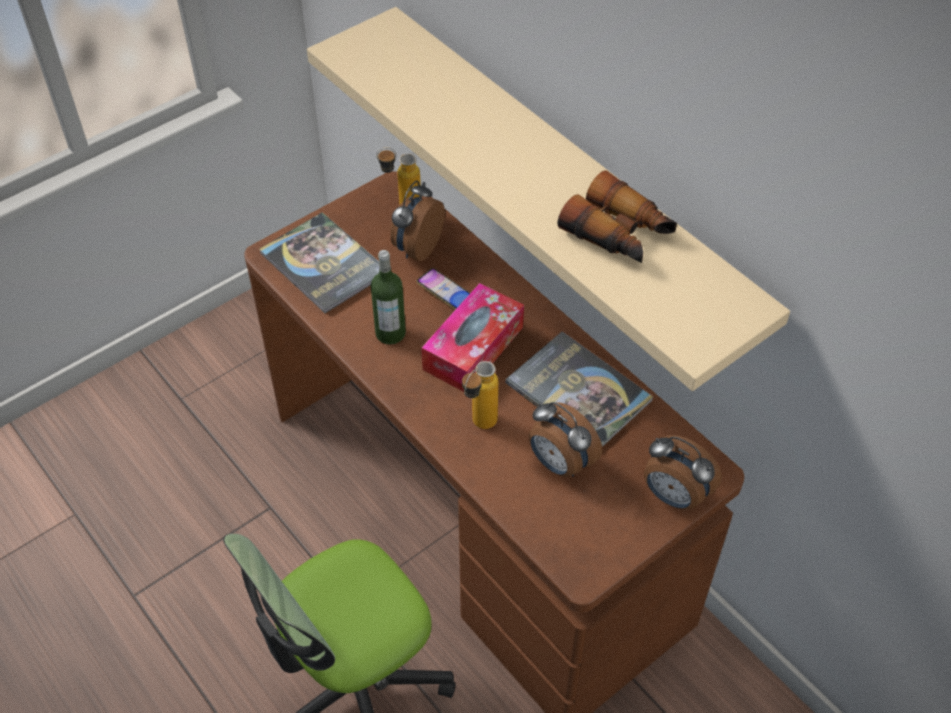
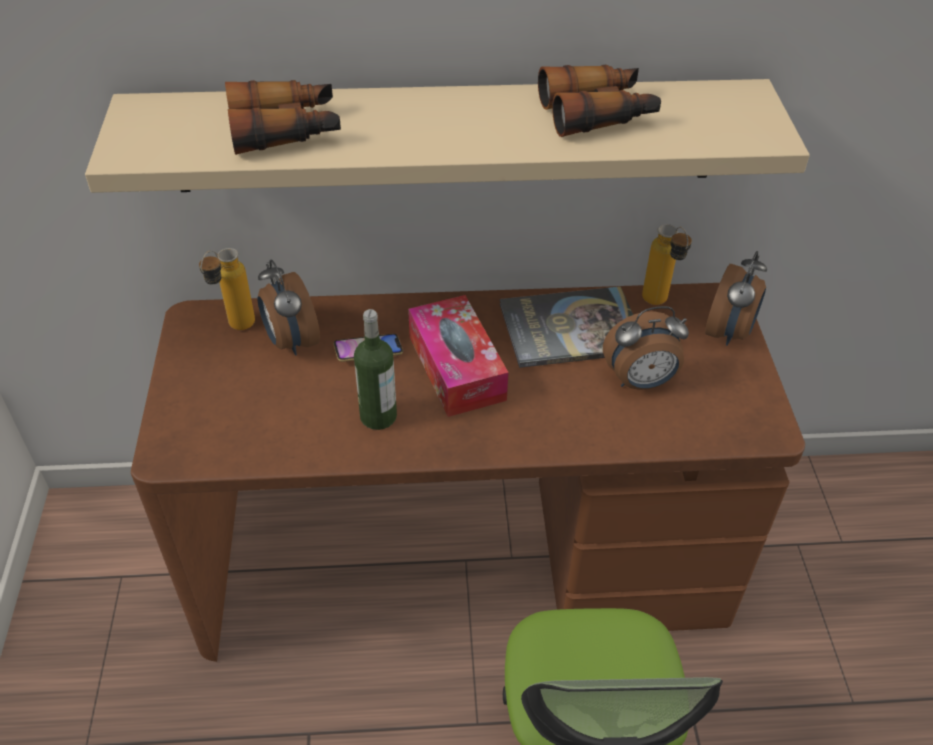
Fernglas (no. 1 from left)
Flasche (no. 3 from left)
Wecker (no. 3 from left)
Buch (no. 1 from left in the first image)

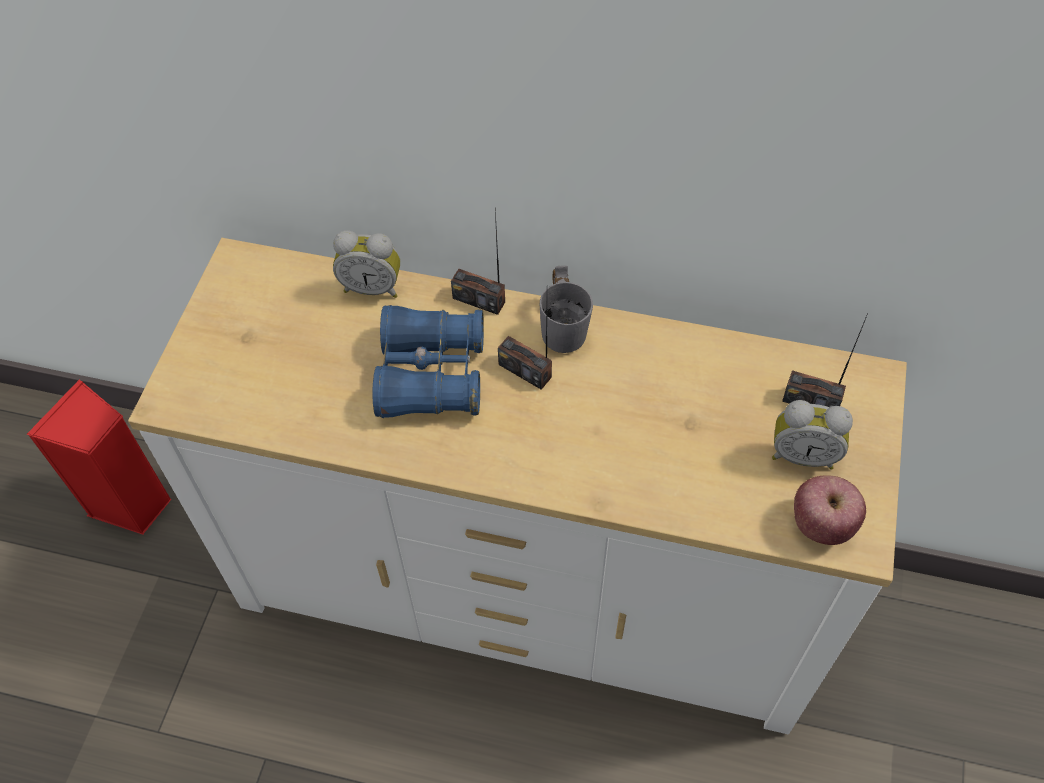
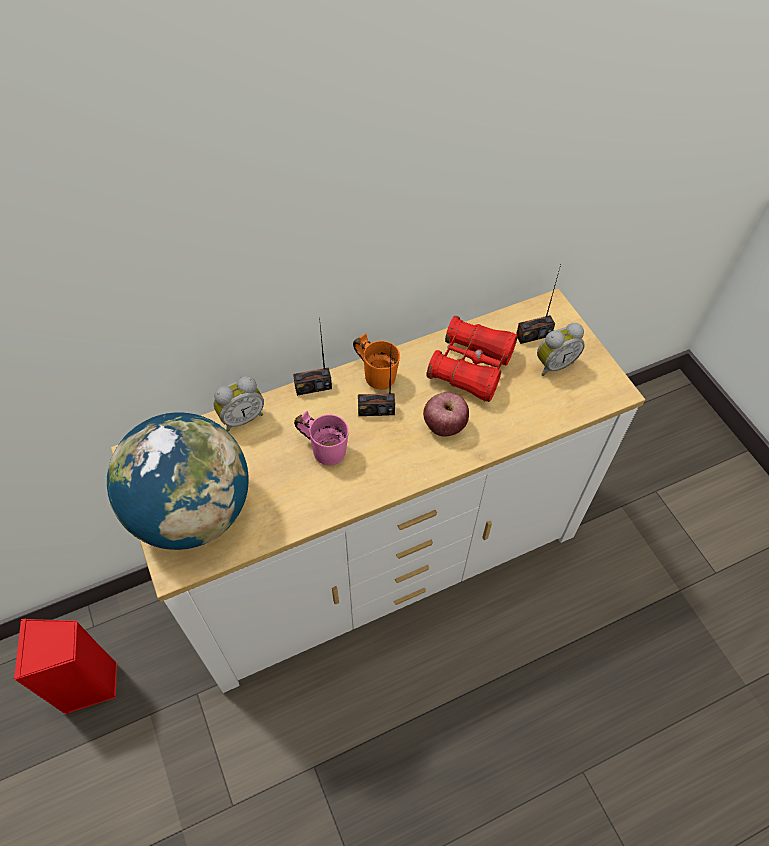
Globus
Henkelbecher [rosa]
Henkelbecher [orange]
Apfel
Fernglas [rot]

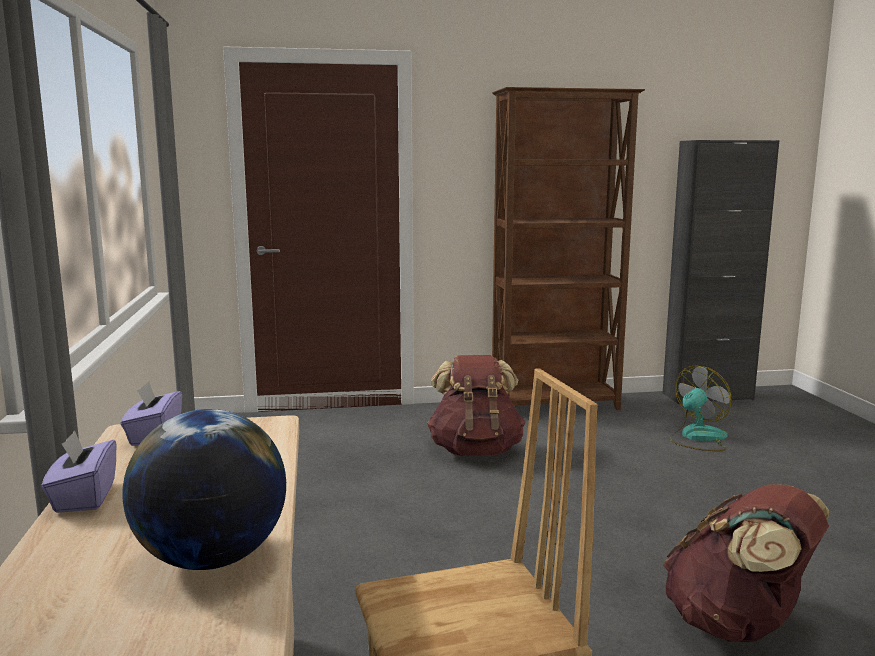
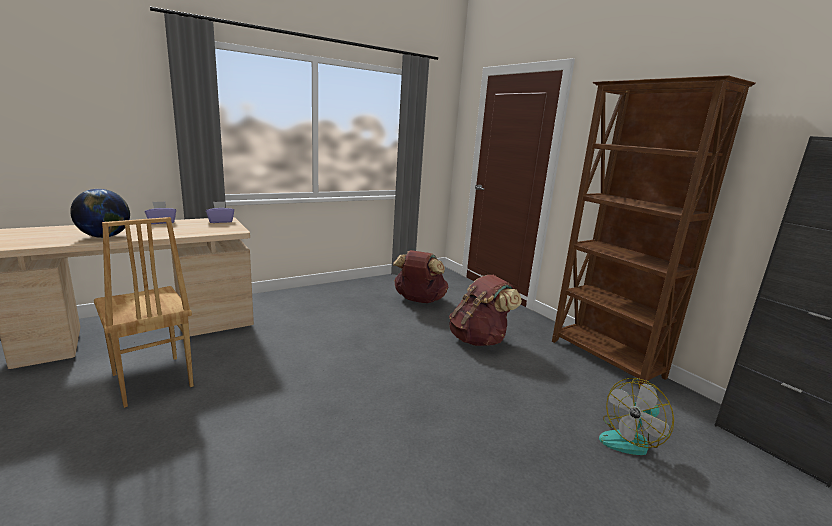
Rucksack [braun] (no. 1 from left)
Ventilator

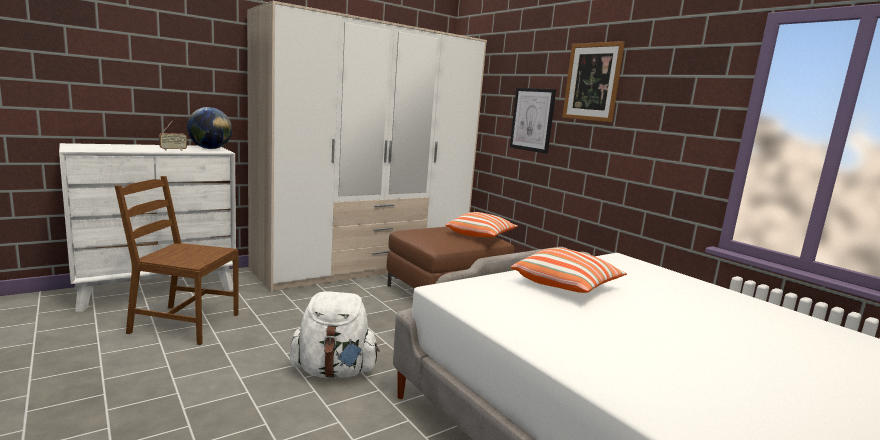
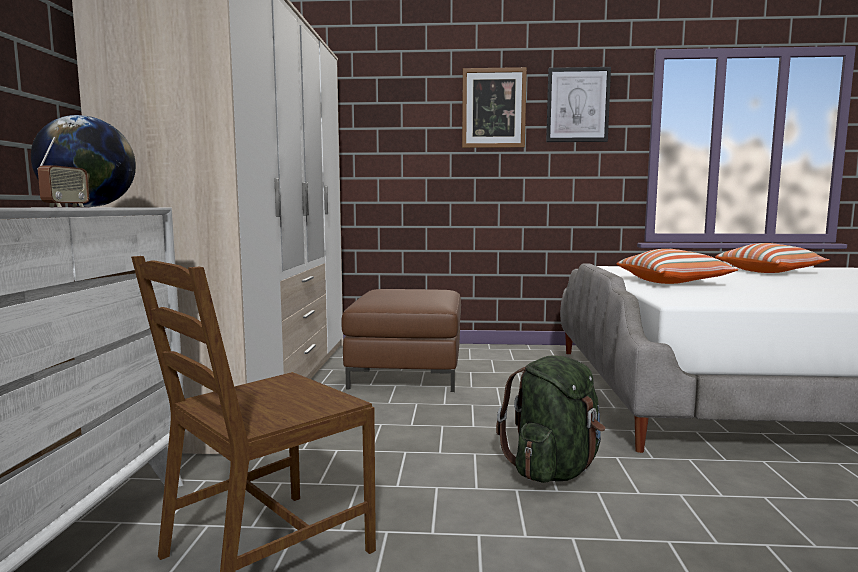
Rucksack [grün]
Bild (no. 2 from left)
Kissen (no. 2 from left)

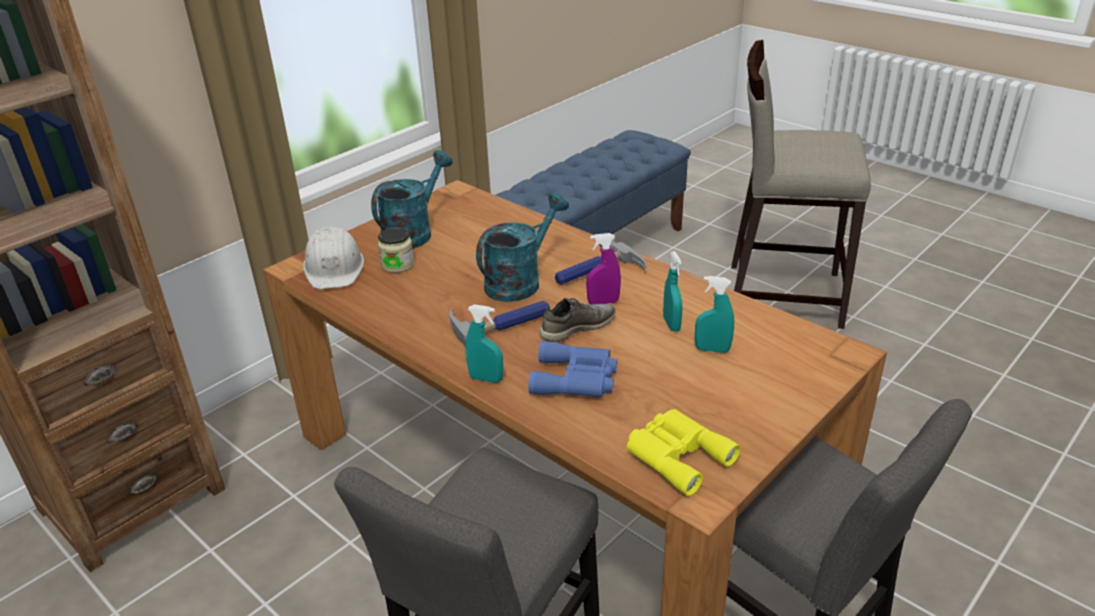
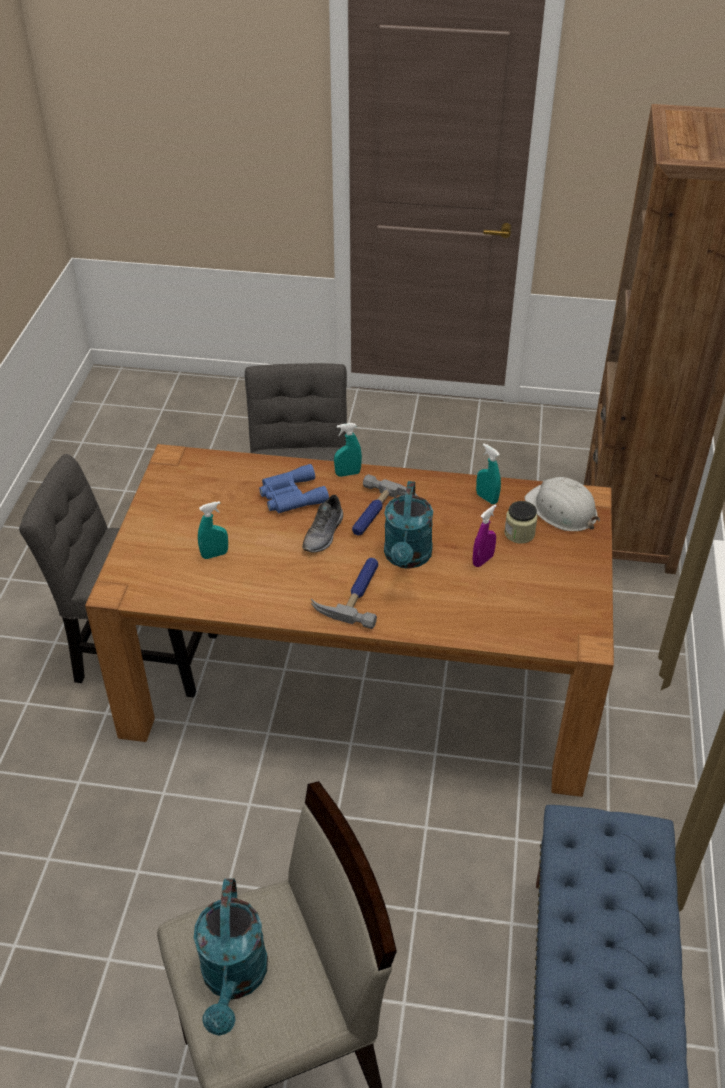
Gießkanne [türkis] (no. 1 from left)
Sprühflasche [lila]
Sprühflasche [türkis] (no. 3 from left)
Fernglas [gelb]

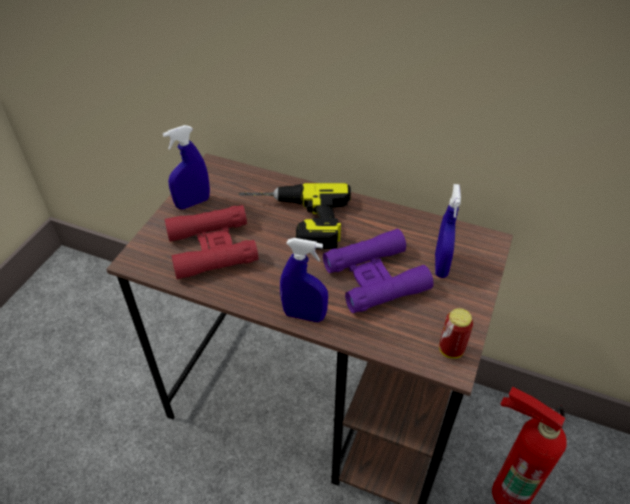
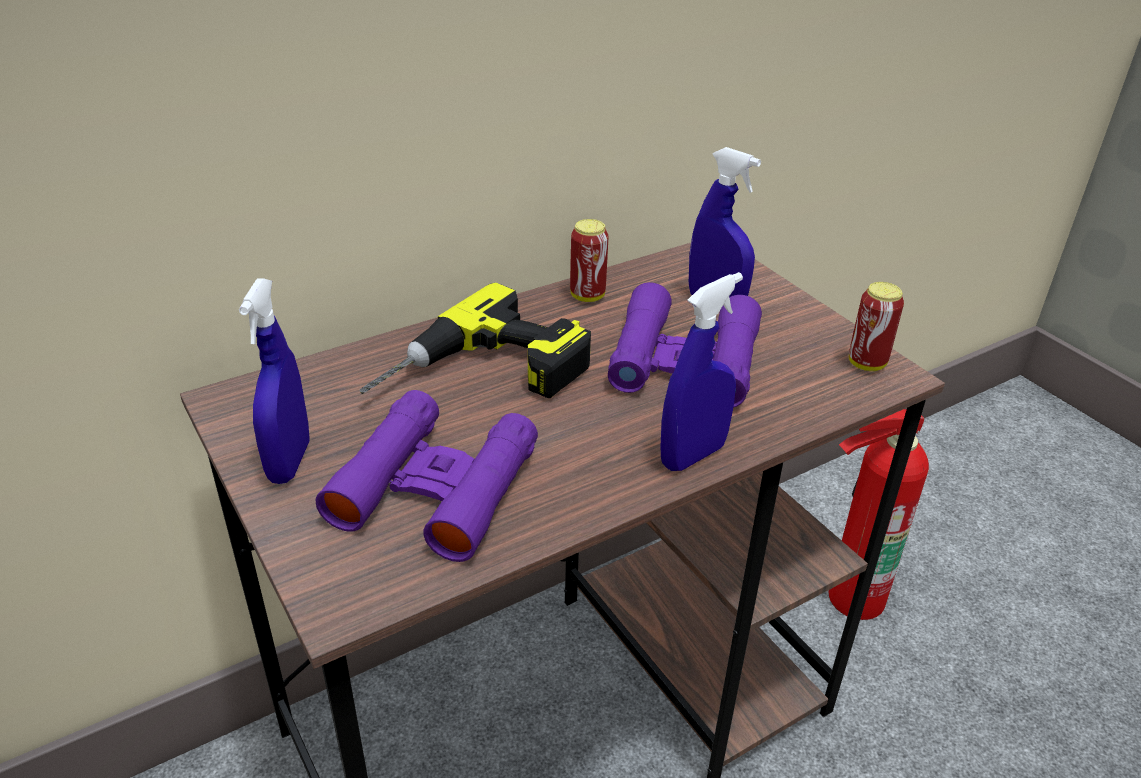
Fernglas [lila] (no. 1 from left)
Dose (no. 1 from left)

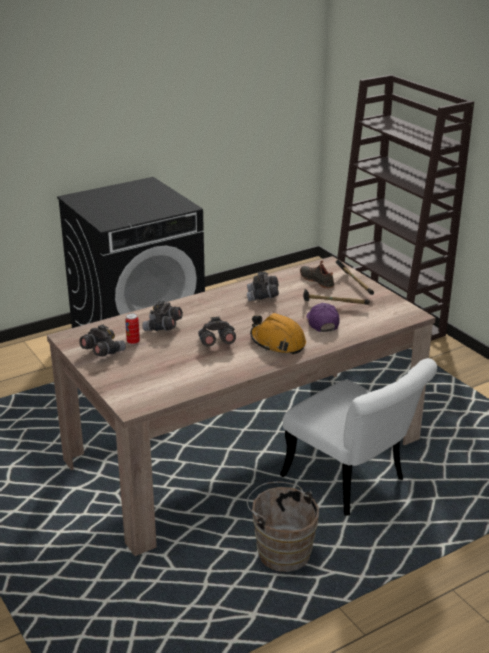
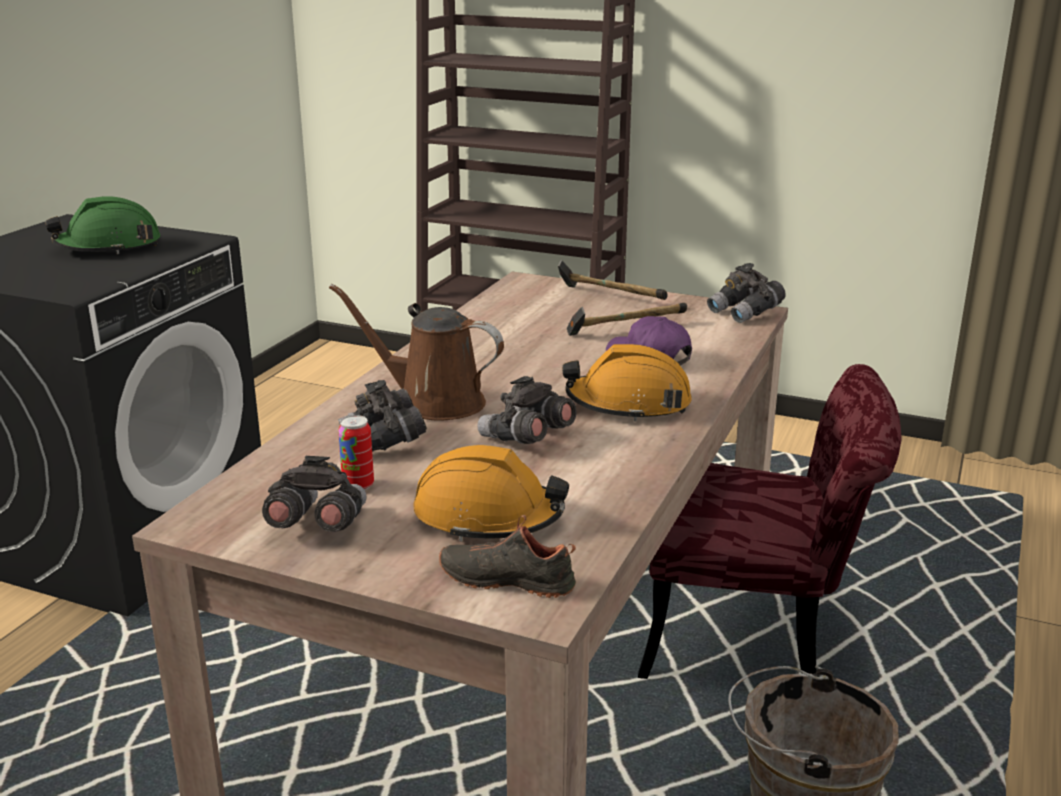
Schutzhelm [grün]
Gießkanne [braun]
Schutzhelm [orange] (no. 1 from left)
Schuh [schwarz]
Stuhl [rot]
Fernglas [grau] (no. 4 from left)

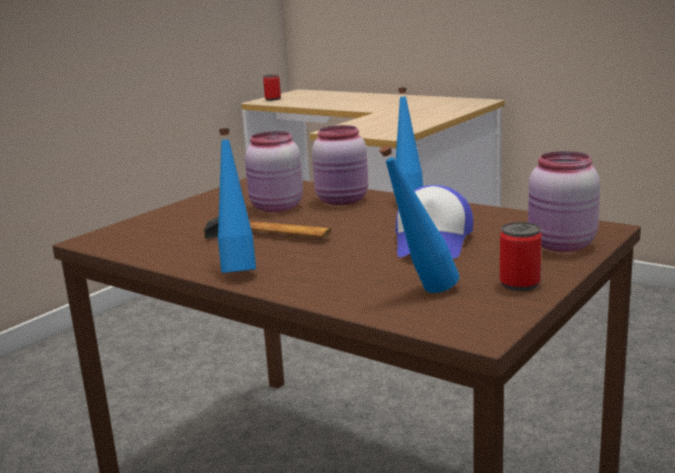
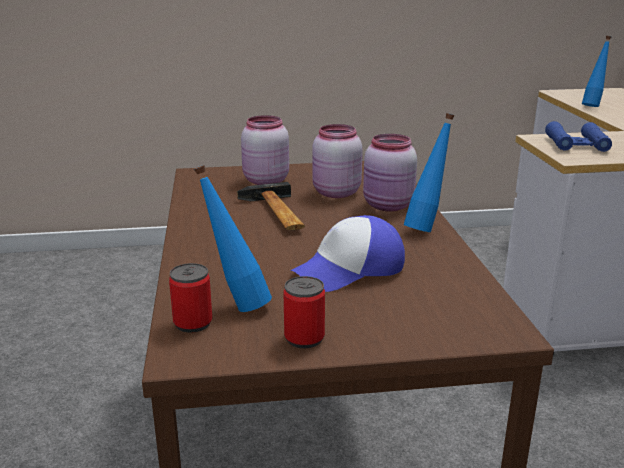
Dose (no. 1 from left)
Vorratsglas [rosa] (no. 1 from left)
Fernglas [blau]
Flasche [blau] (no. 3 from left)

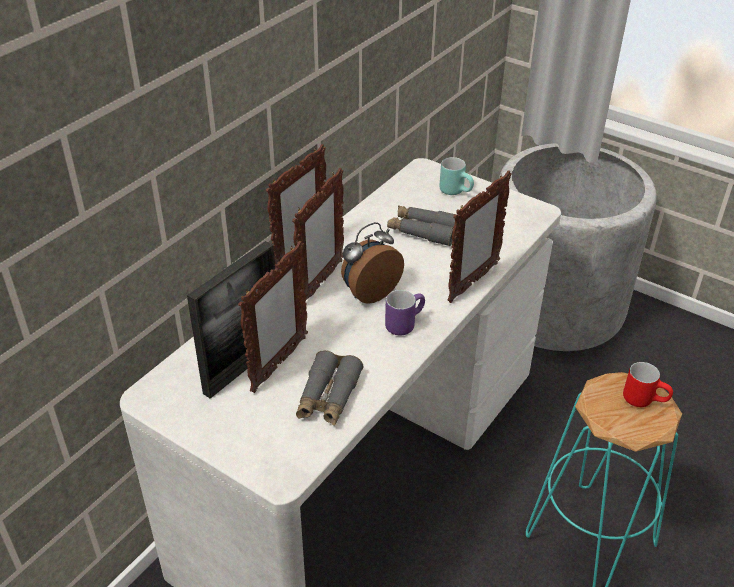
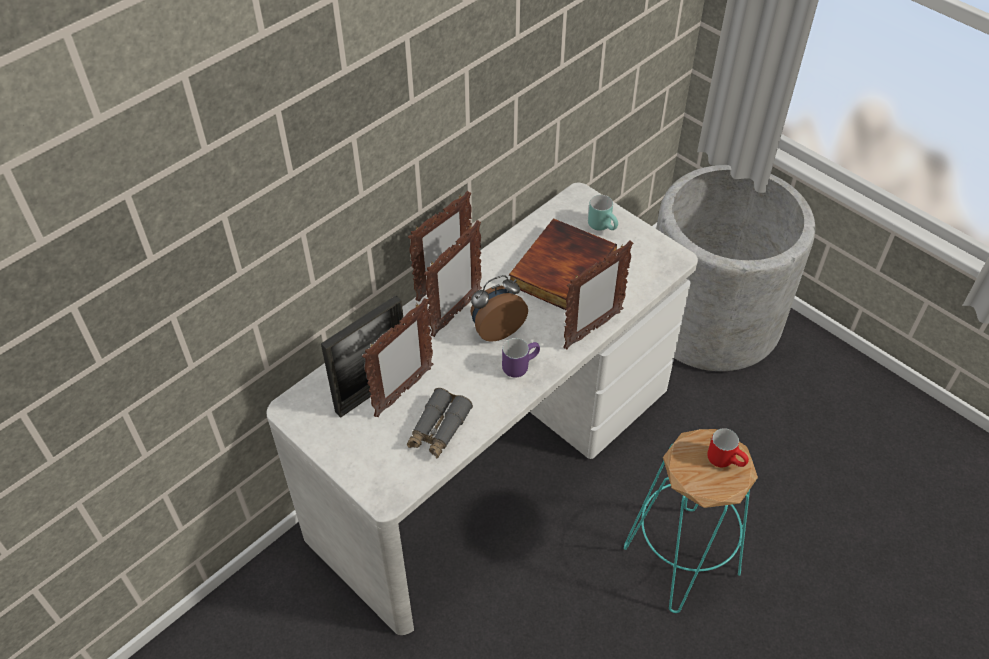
Buch

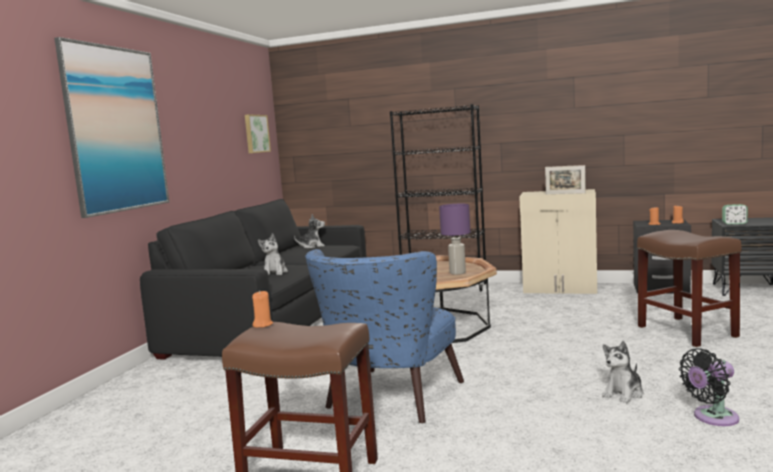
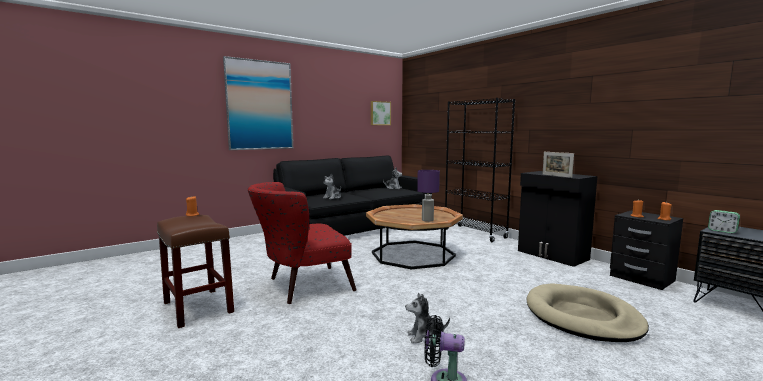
Sessel [rot]
Schrank [schwarz]
Hundebett [beige]

